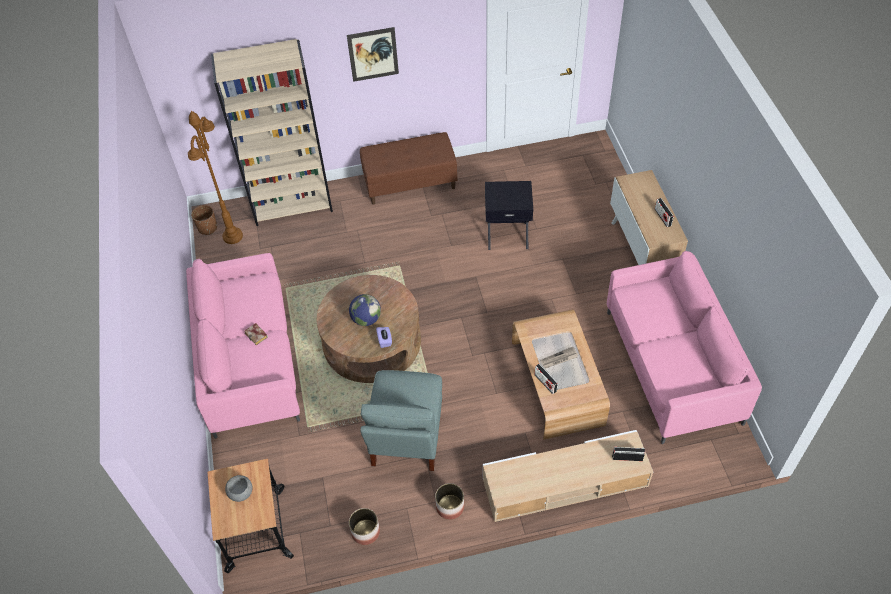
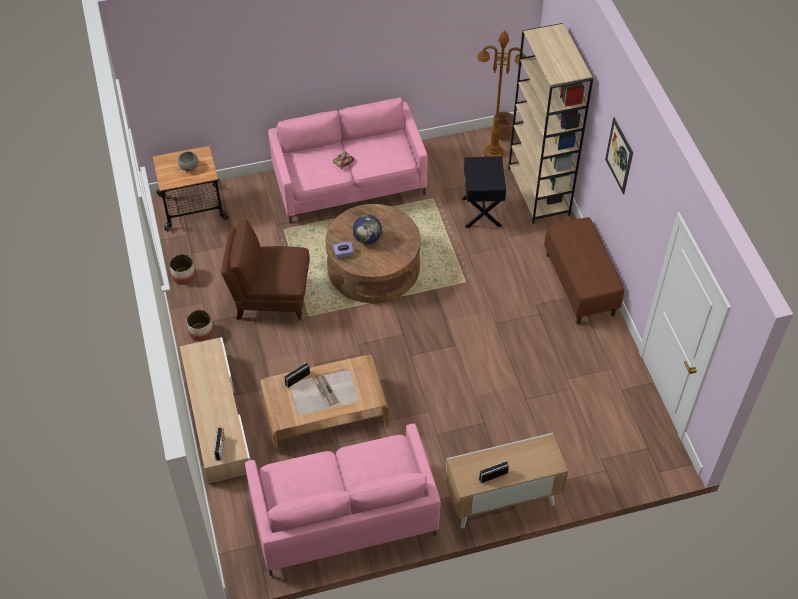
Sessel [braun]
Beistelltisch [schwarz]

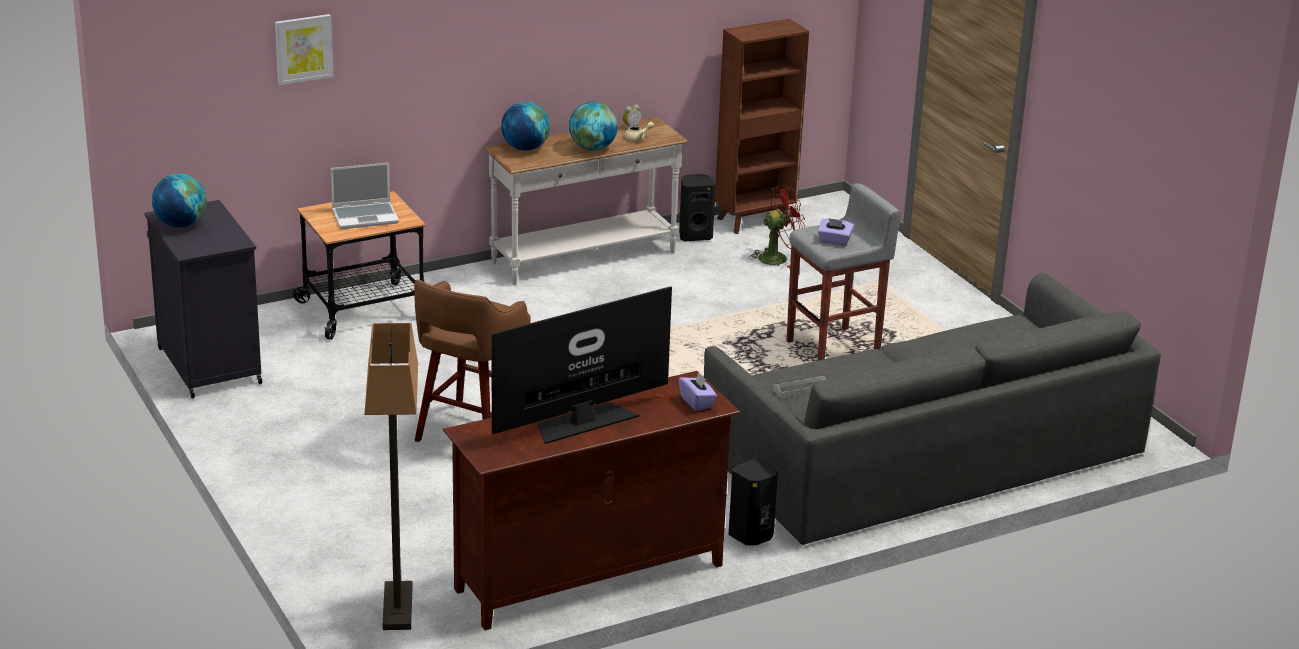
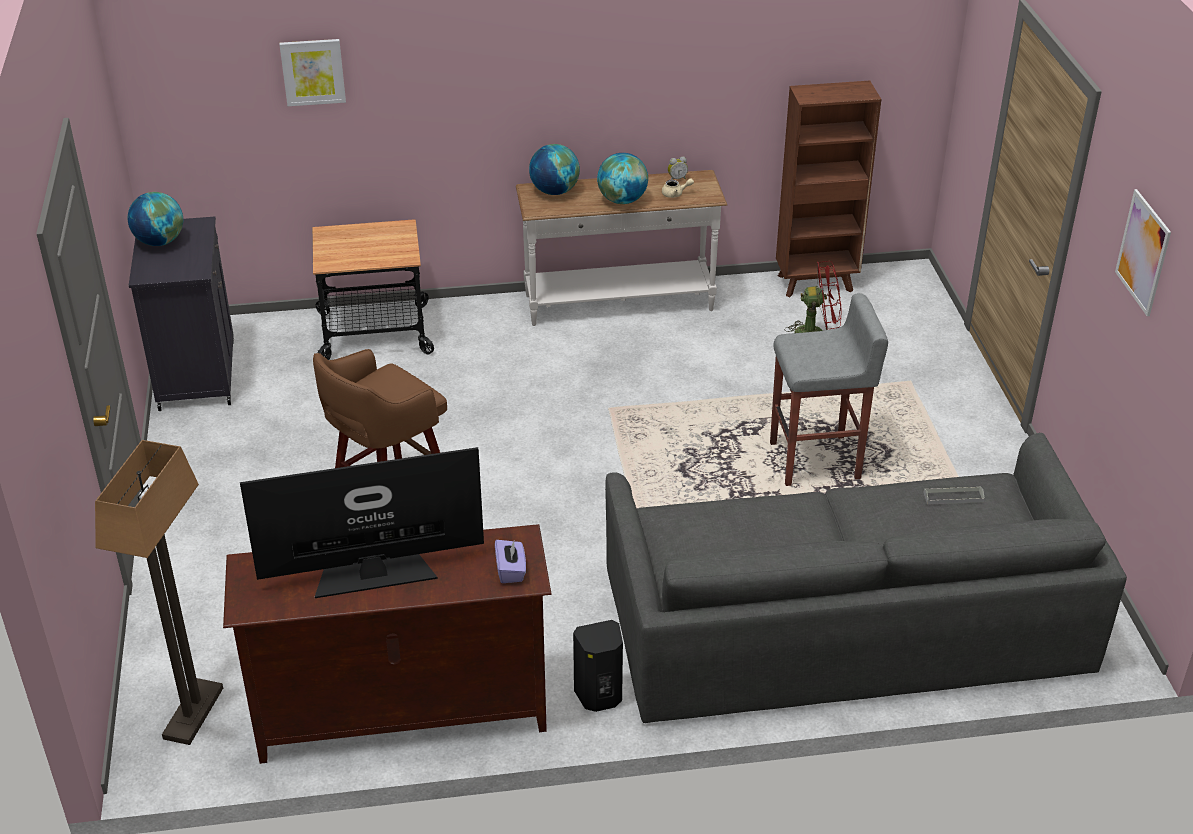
Tablett [grau]
Bild (no. 2 from left)
Laptop
Lautsprecher [schwarz] (no. 1 from left in the first image)
Taschentuchbox [lila] (no. 2 from left in the first image)

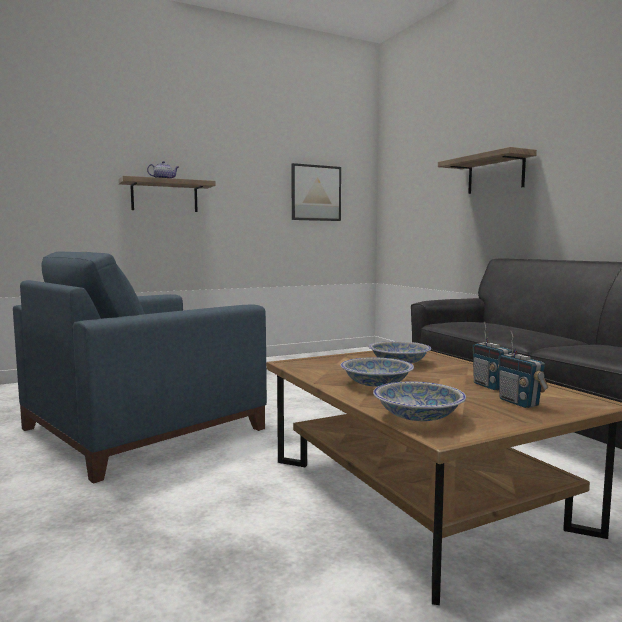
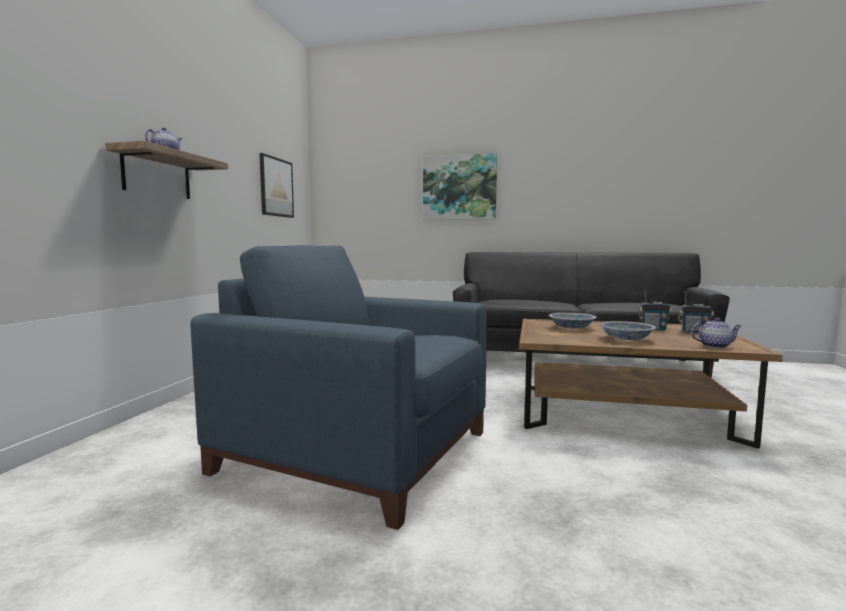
Sessel [blau]
Bild (no. 2 from left)
Teekanne (no. 2 from left)

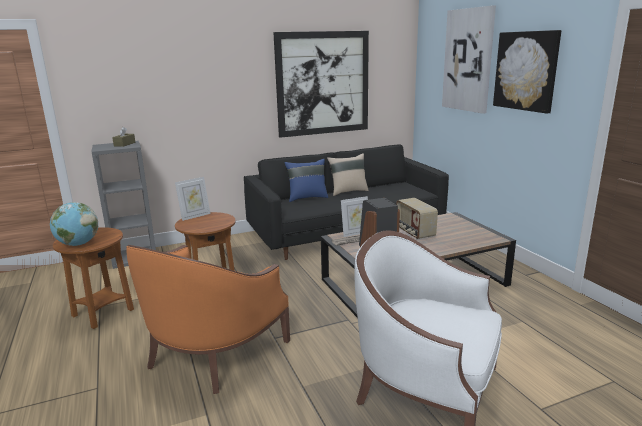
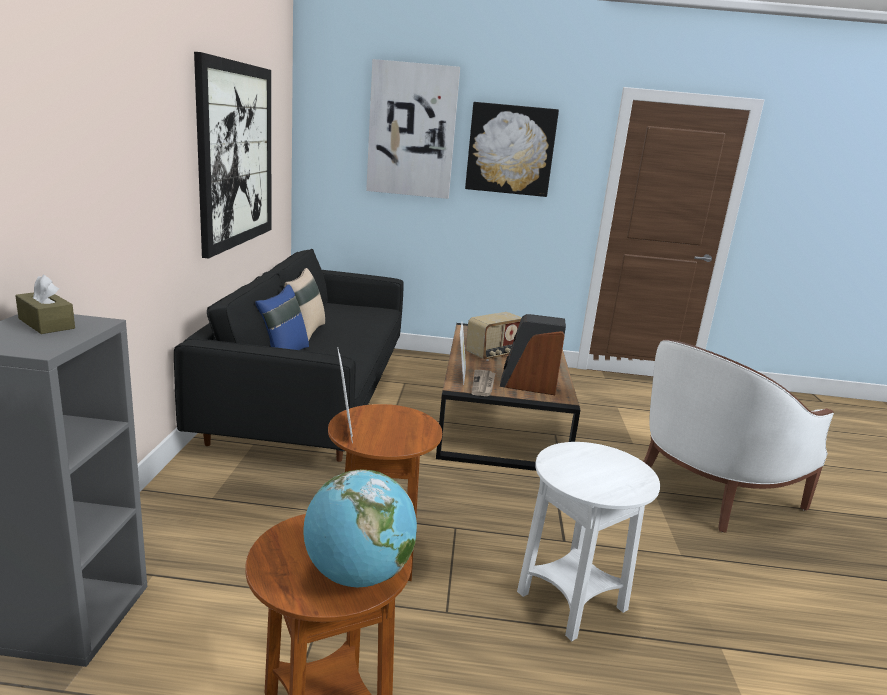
Radio
Beistelltisch [weiß]

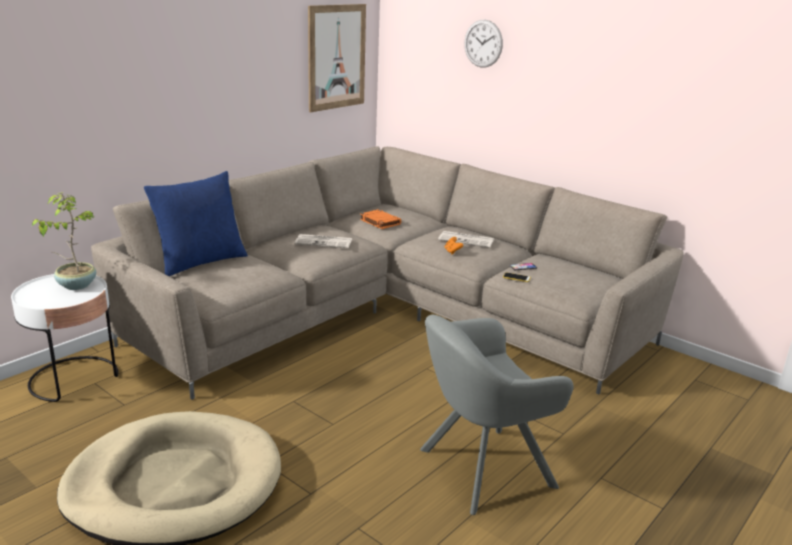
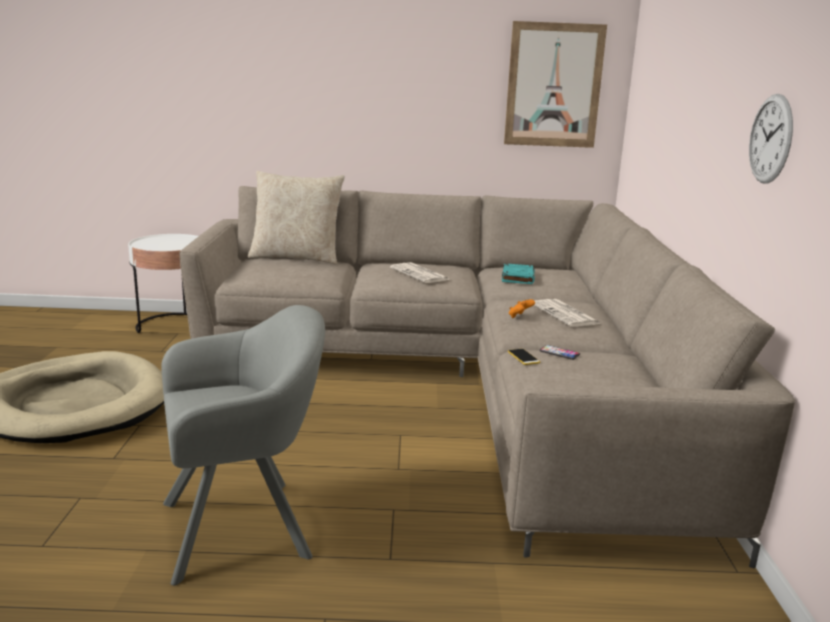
Sessel [grau]
Kissen [beige]
Buch [türkis]
Wanduhr
Topfpflanze

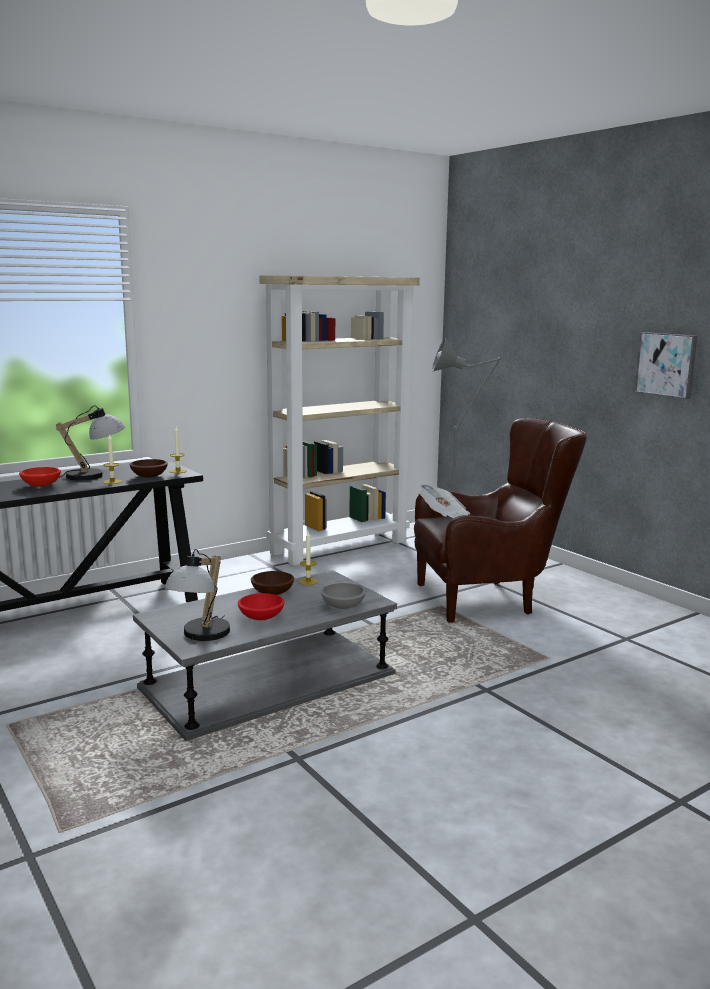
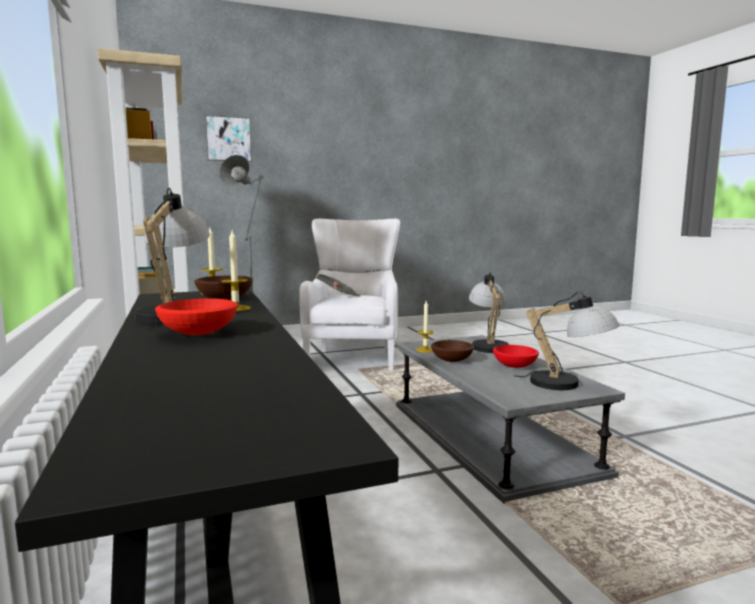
Bild
Sessel [weiß]
Tischlampe (no. 2 from left)

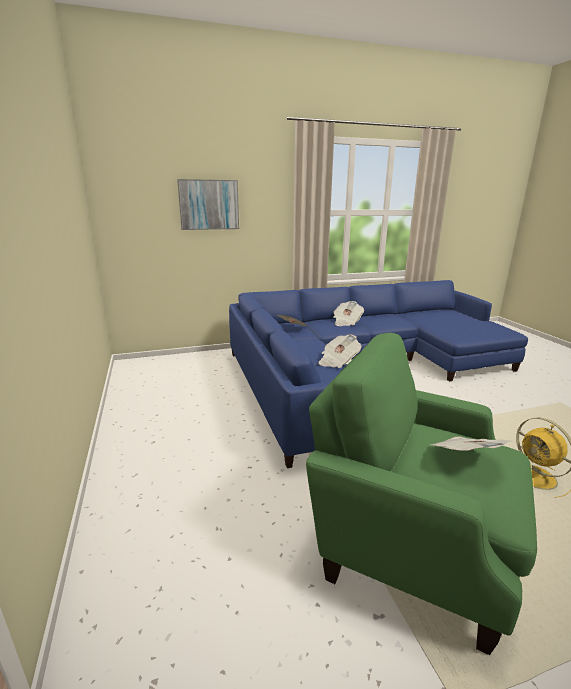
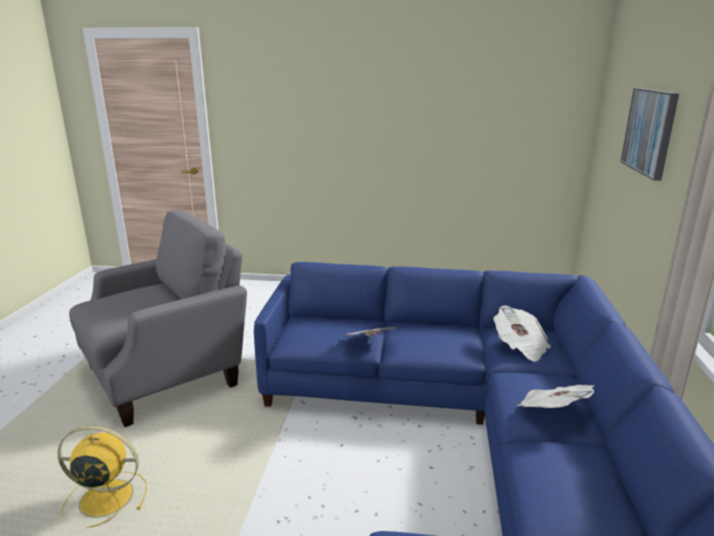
Sessel [grau]
Zeitung (no. 4 from left in the first image)

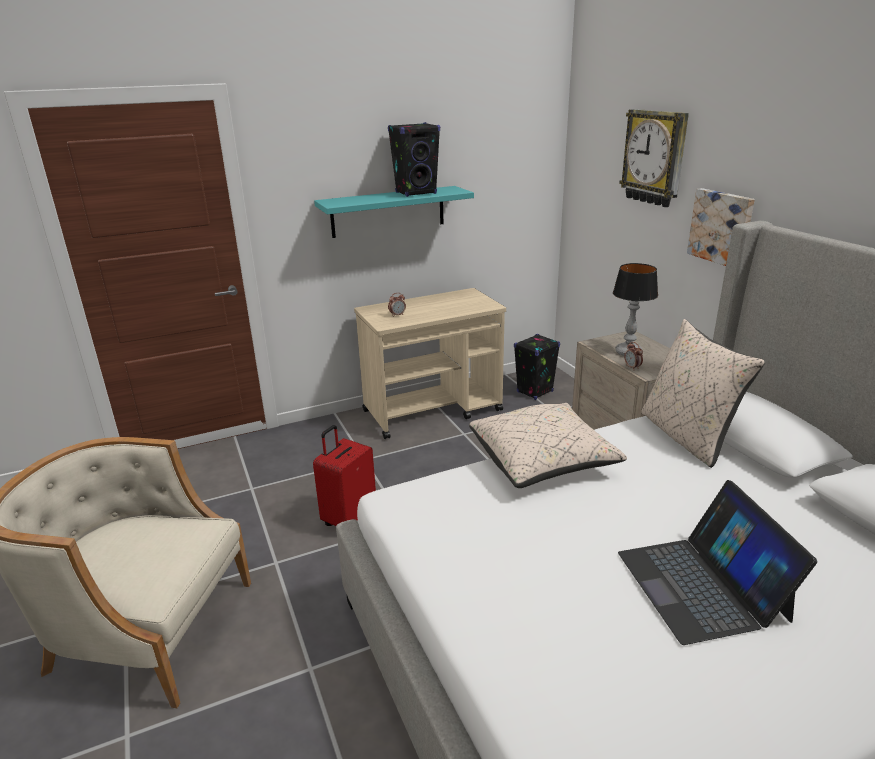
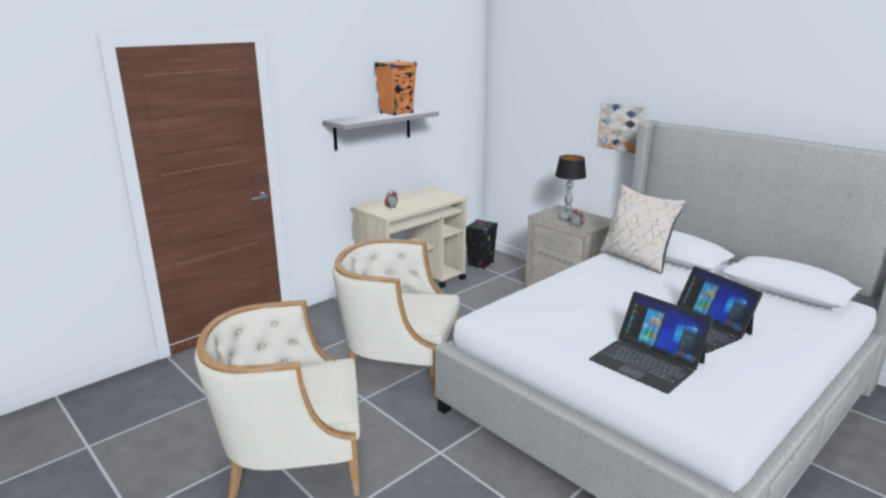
Wandregal [grau]
Sessel [beige] (no. 2 from left)
Lautsprecher [orange]
Laptop (no. 1 from left)
Kissen [beige] (no. 1 from left in the first image)
Wanduhr

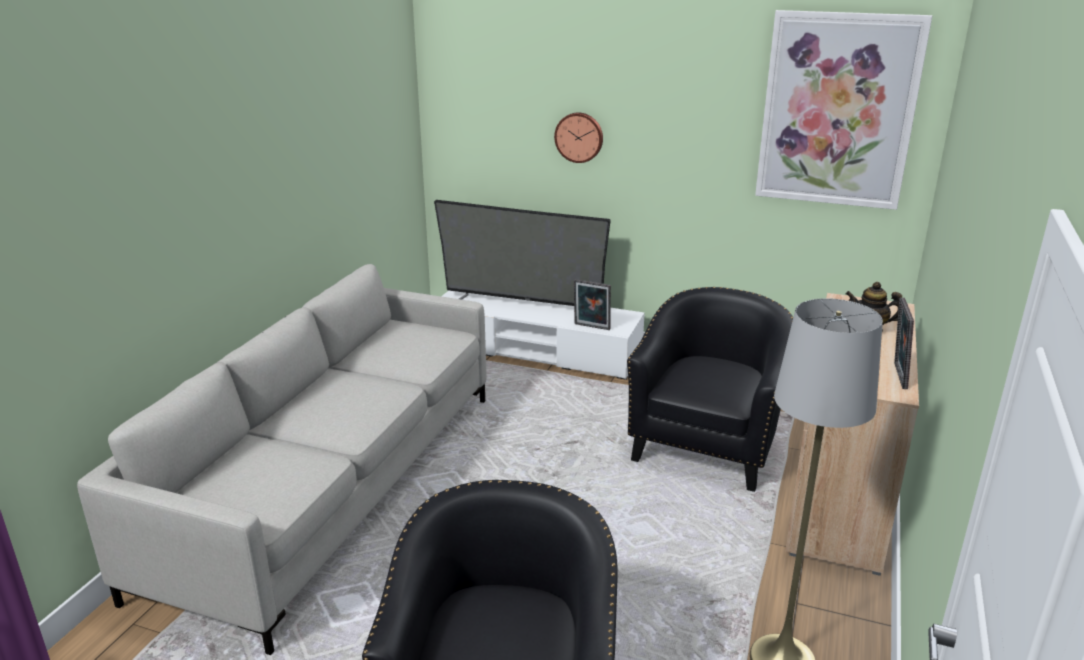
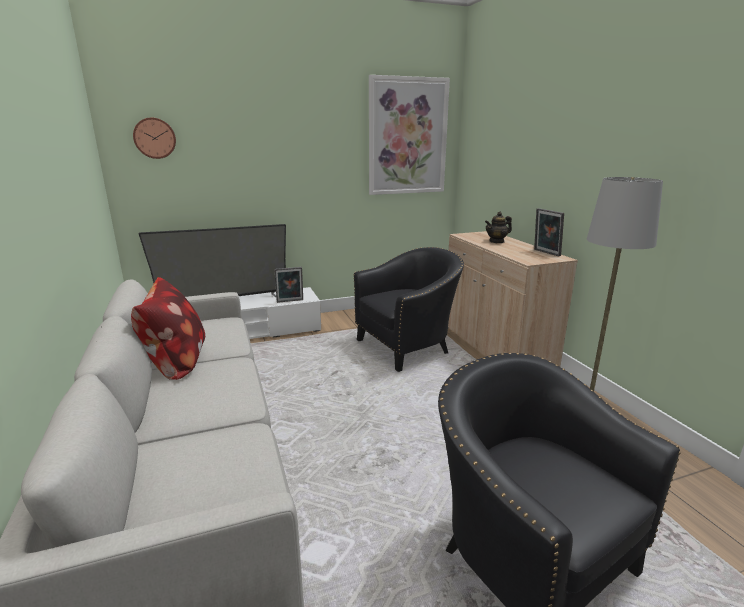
Kissen
Wanduhr
Sessel [schwarz] (no. 1 from left)

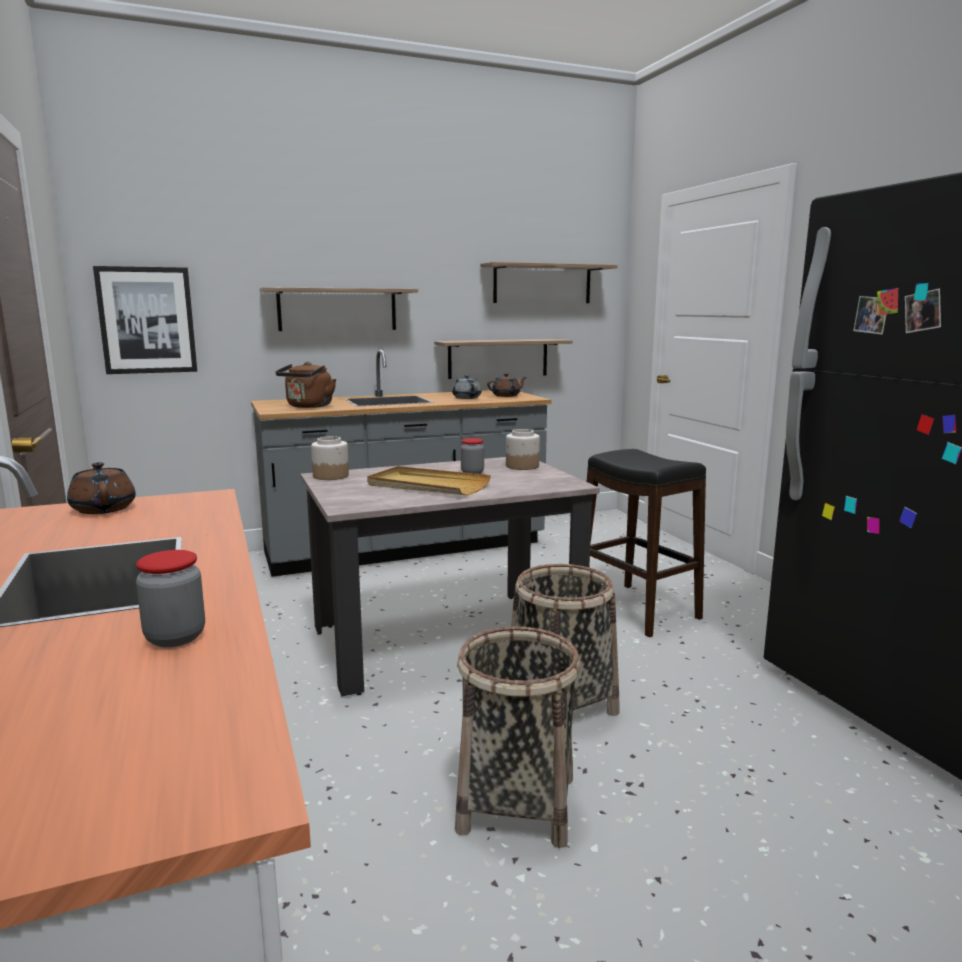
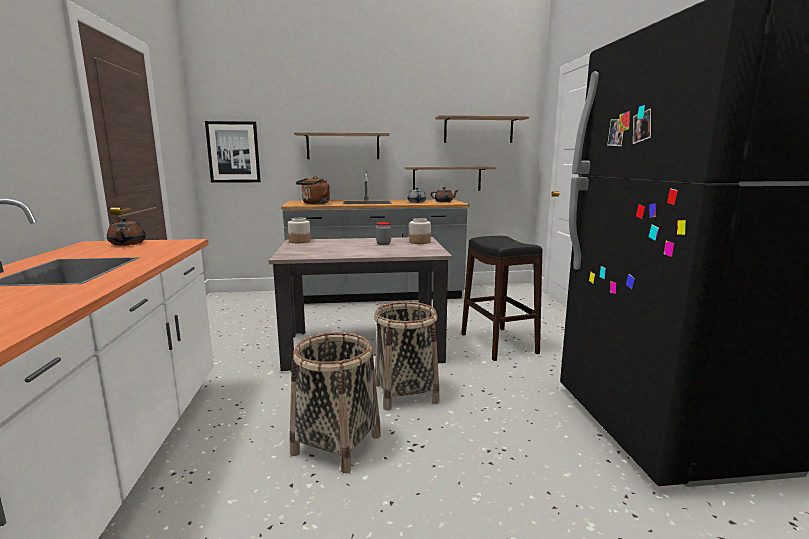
Vorratsglas (no. 1 from left in the first image)
Tablett [beige]

